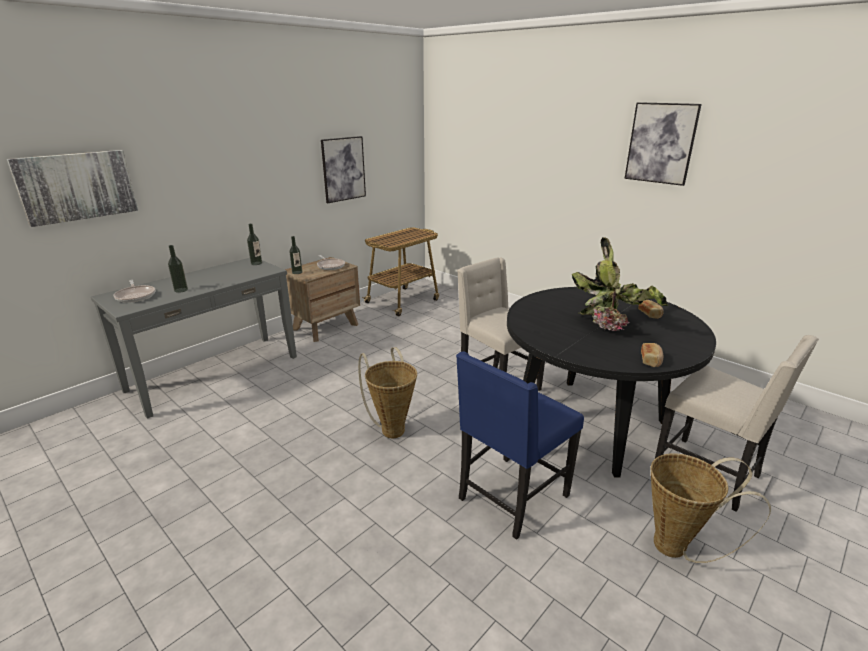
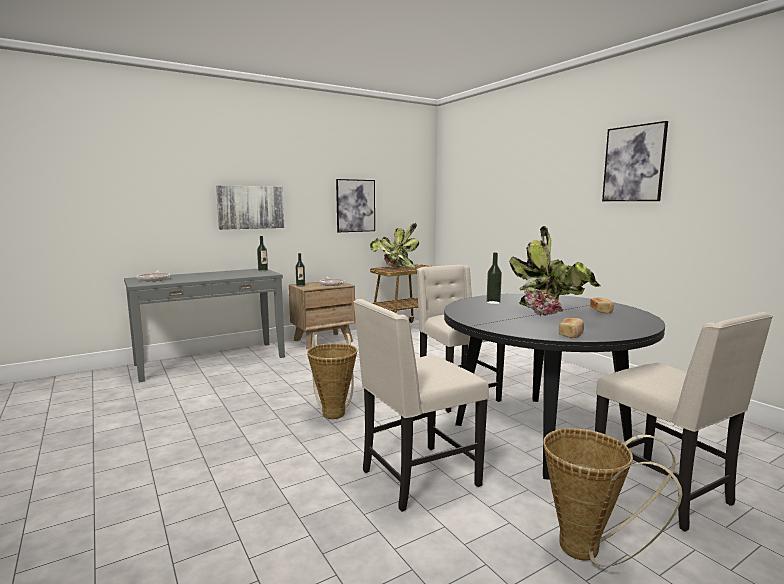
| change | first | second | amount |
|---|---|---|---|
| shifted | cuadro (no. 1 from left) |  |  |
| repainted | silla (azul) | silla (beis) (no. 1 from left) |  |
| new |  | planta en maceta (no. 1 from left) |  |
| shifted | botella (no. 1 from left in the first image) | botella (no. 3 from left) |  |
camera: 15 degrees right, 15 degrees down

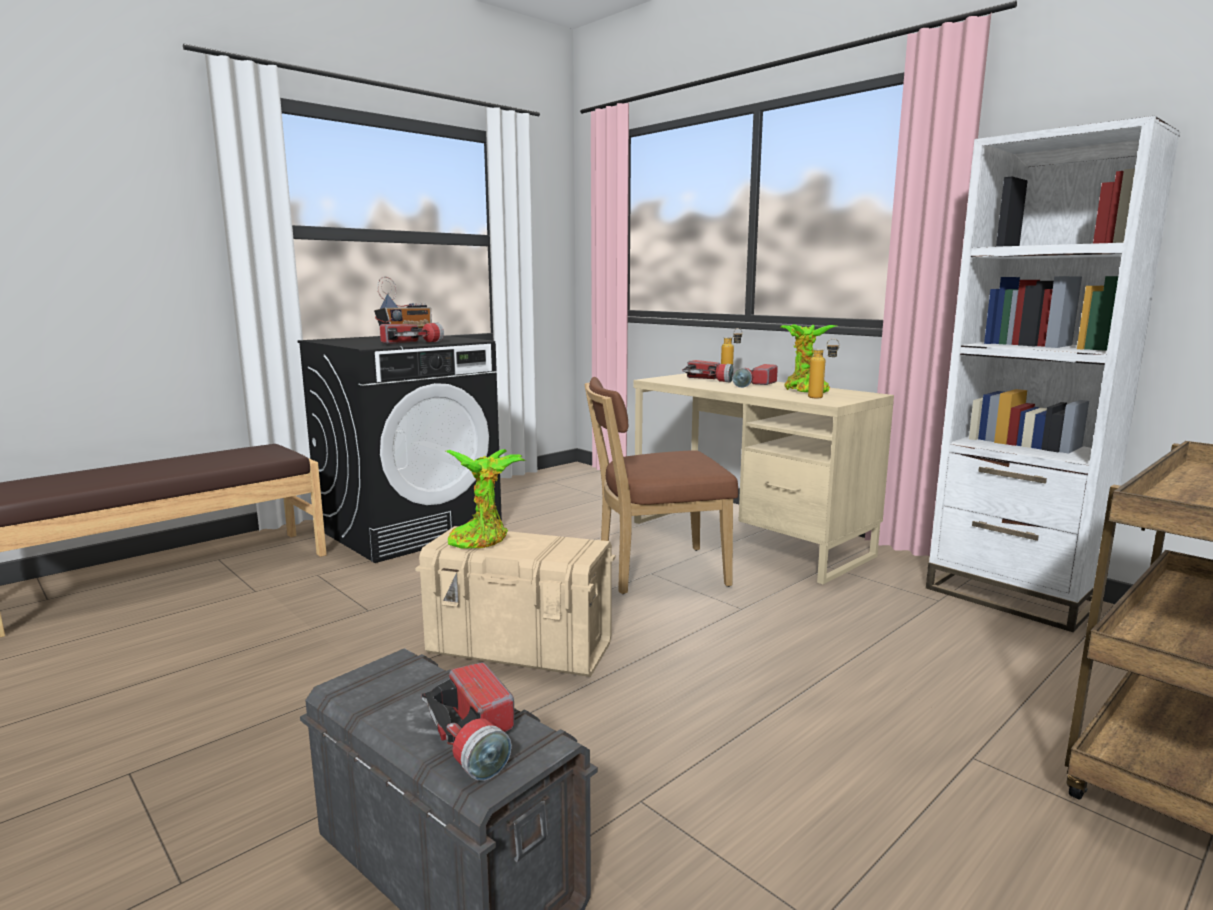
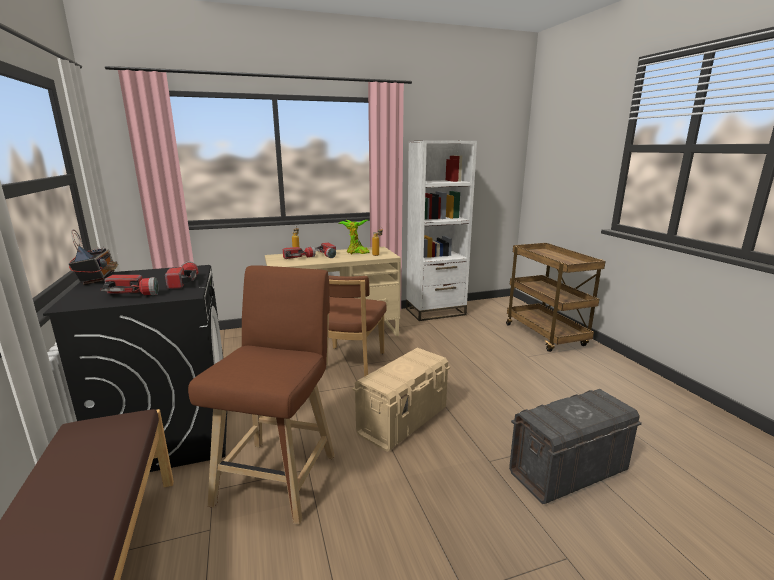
| change | first | second | amount |
|---|---|---|---|
| shifted | linterna (no. 2 from left in the first image) | linterna (no. 1 from left) |  |
| new |  | taburete (marrón) |  |
| gone | planta en maceta (no. 1 from left) |  |  |
camera: 65 degrees left, 5 degrees up

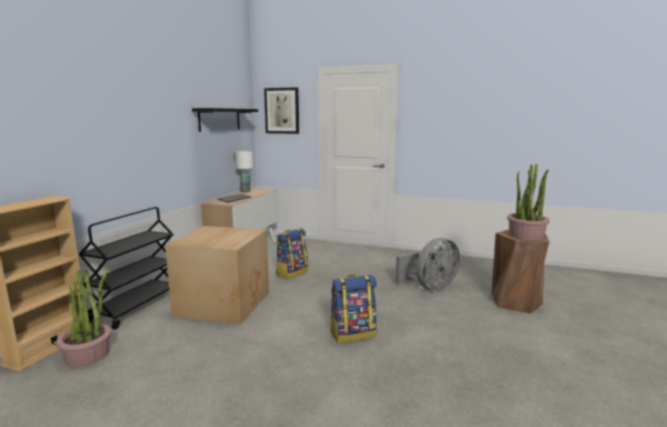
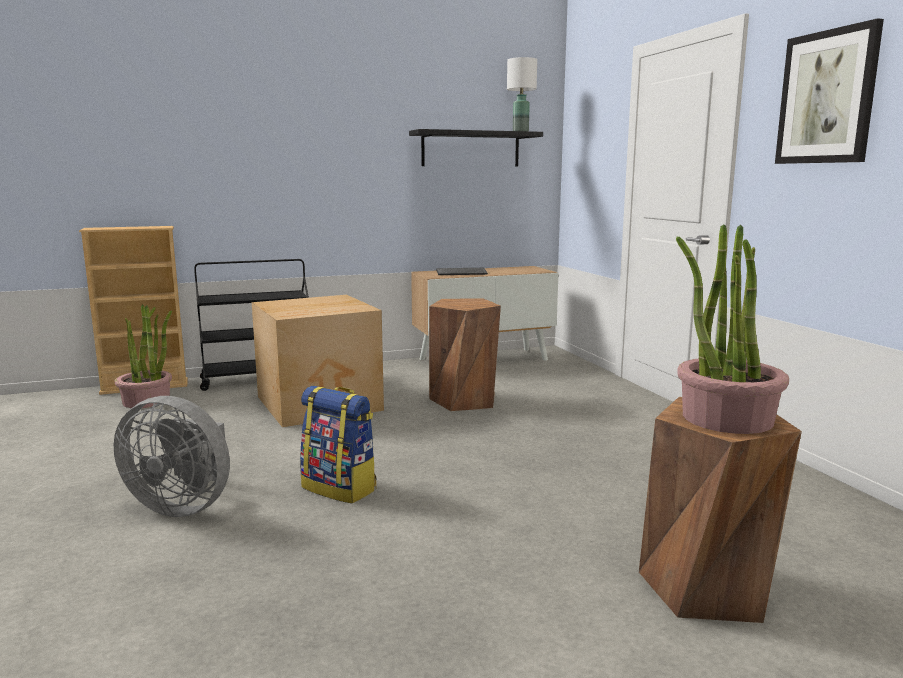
| change | first | second | amount |
|---|---|---|---|
| shifted | ventilador (gris) |  |  |
| swapped | mochila (no. 1 from left) | taburete (marrón) (no. 1 from left) |  |
| shifted | lámpara de mesa (blanco) |  |  |
| shifted | cuadro |  |  |
camera: 50 degrees right, 0 degrees up

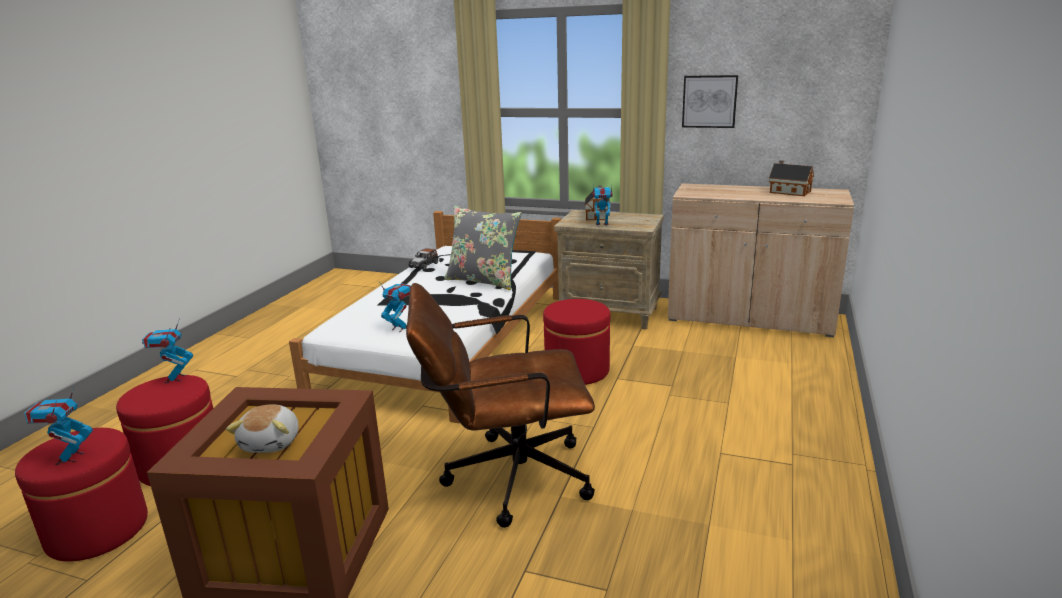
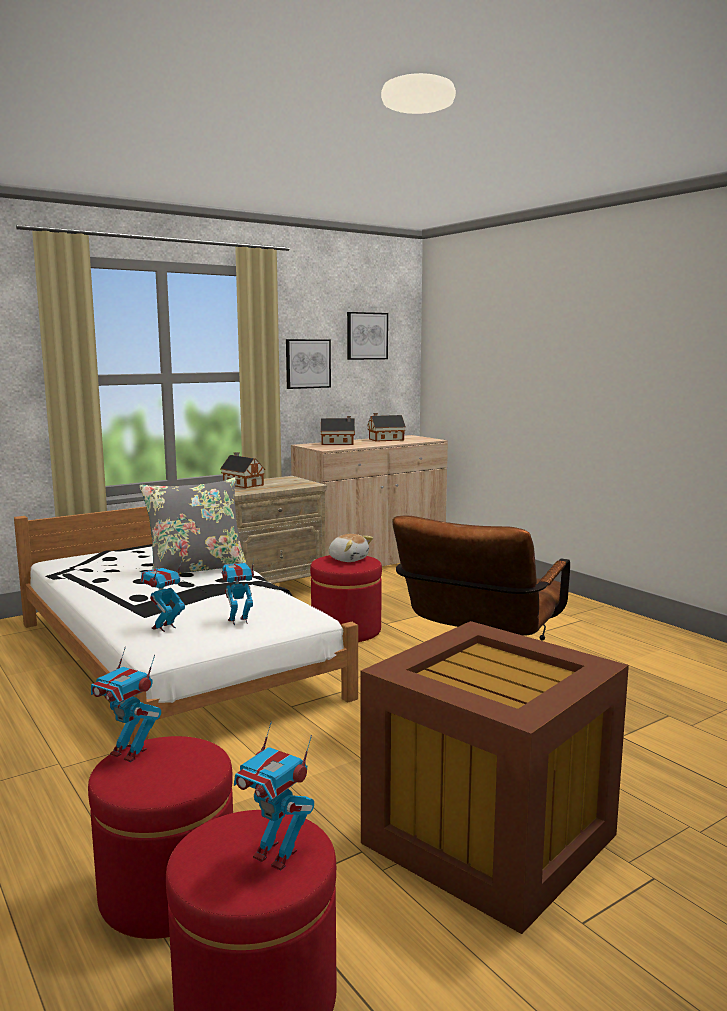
| change | first | second | amount |
|---|---|---|---|
| shifted | robot de juguete (no. 4 from left in the first image) | robot de juguete (no. 2 from left) |  |
| new |  | casita (no. 2 from left) |  |
| shifted | peluche |  |  |
| new |  | cuadro (no. 2 from left) |  |
| gone | coche de juguete |  |  |
camera: 55 degrees left, 10 degrees down

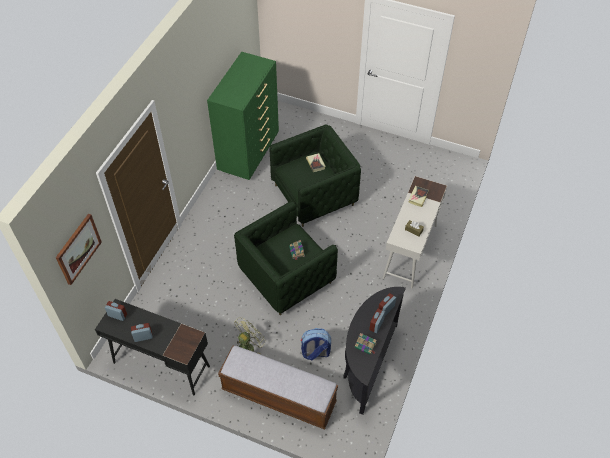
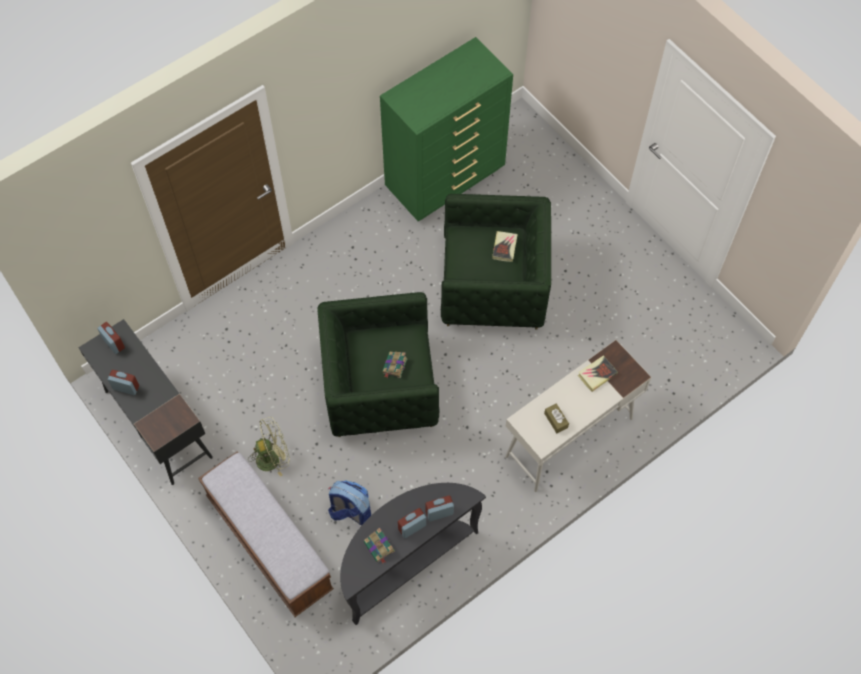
| change | first | second | amount |
|---|---|---|---|
| gone | cuadro |  |  |
camera: 30 degrees right, 10 degrees up

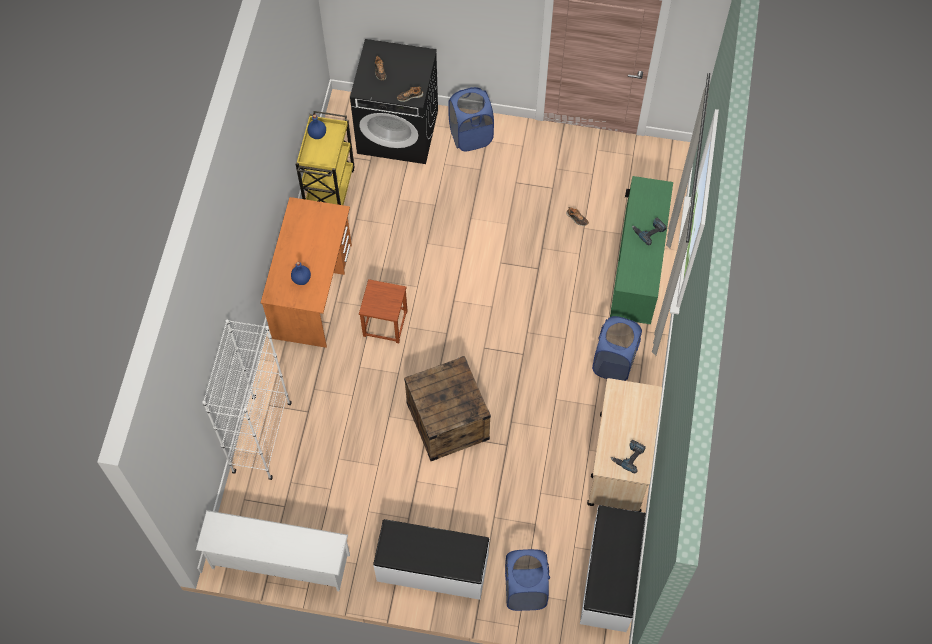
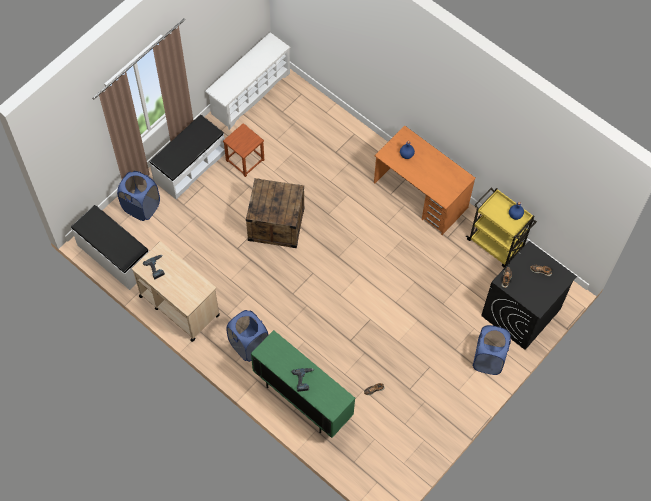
| change | first | second | amount |
|---|---|---|---|
| shifted | taburete (marrón) |  |  |
| gone | estantería (blanco) |  |  |
camera: 120 degrees right, 0 degrees up

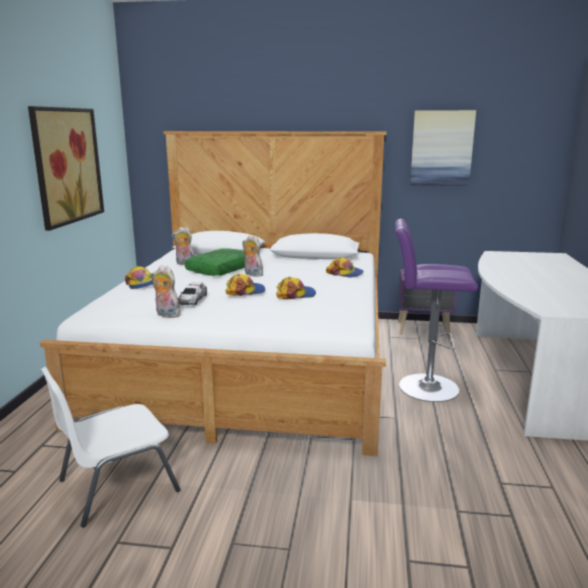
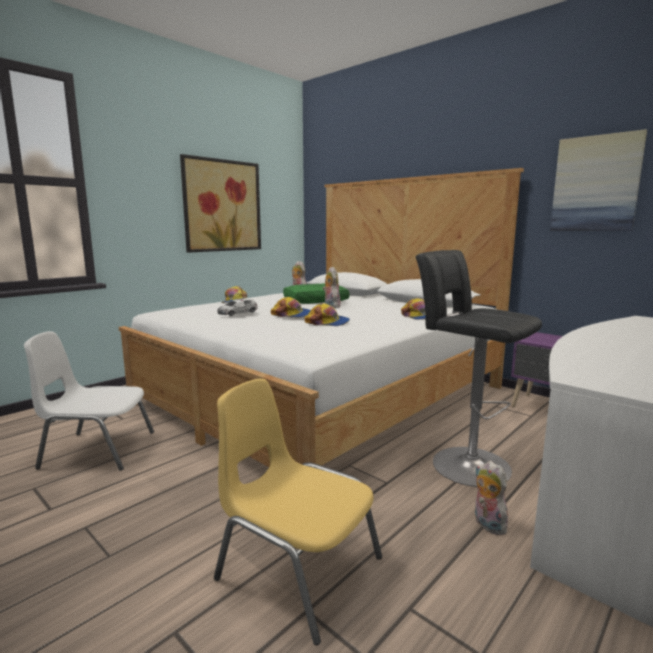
| change | first | second | amount |
|---|---|---|---|
| new |  | silla (amarillo) |  |
| repainted | taburete (morado) | taburete (negro) |  |
| shifted | peluche (no. 1 from left in the first image) | peluche (no. 3 from left) |  |
camera: 35 degrees right, 5 degrees down

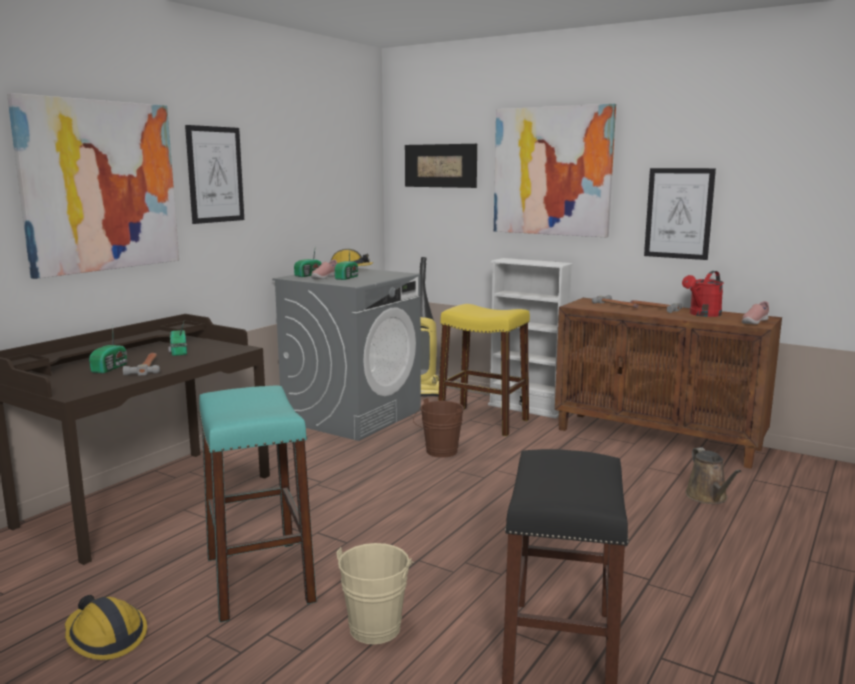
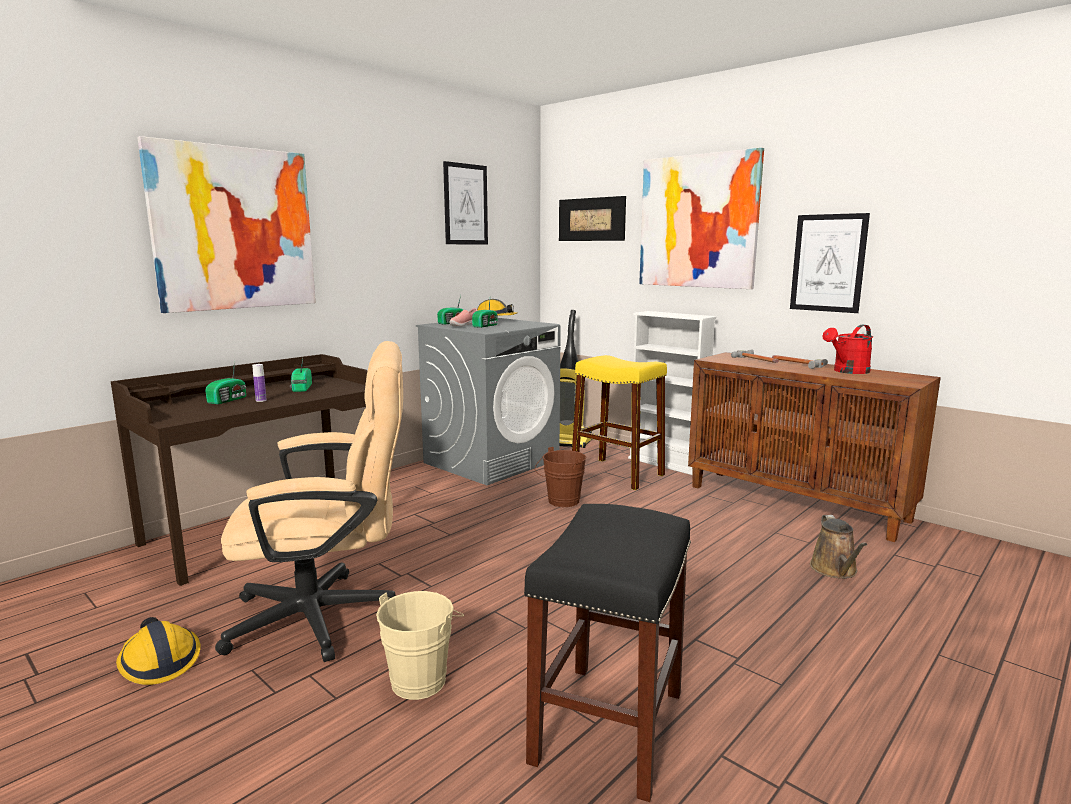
| change | first | second | amount |
|---|---|---|---|
| swapped | taburete (turquesa) | silla de oficina (beis) |  |
| swapped | martillo (no. 1 from left) | botella |  |
| shifted | cuadro (no. 2 from left) |  |  |
| gone | zapato (rosa) (no. 2 from left) |  |  |
camera: 10 degrees right, 0 degrees up

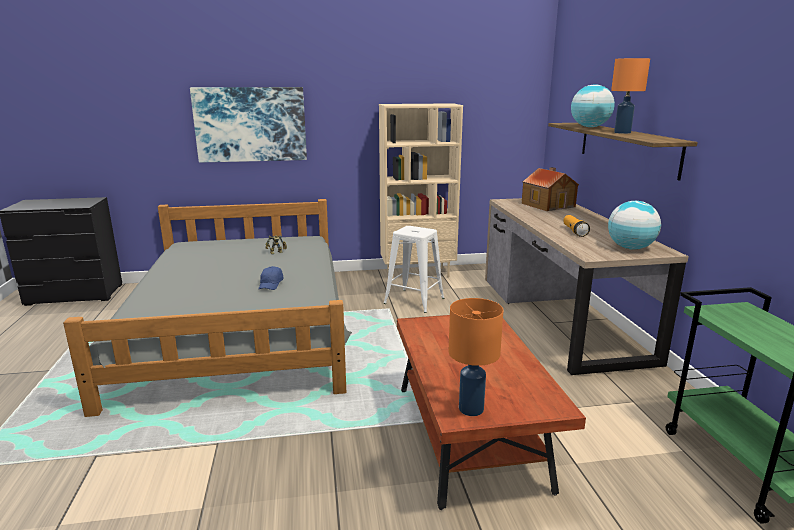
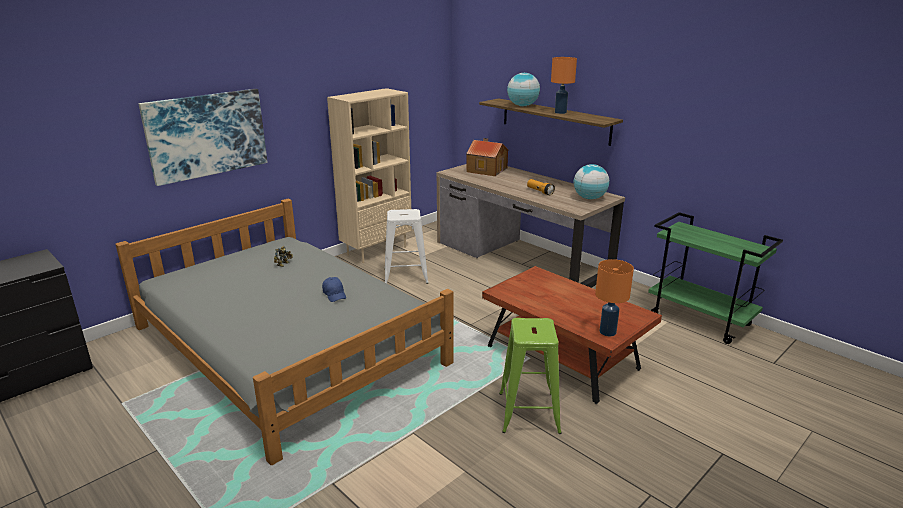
| change | first | second | amount |
|---|---|---|---|
| new |  | taburete (verde) |  |
camera: 35 degrees left, 5 degrees up

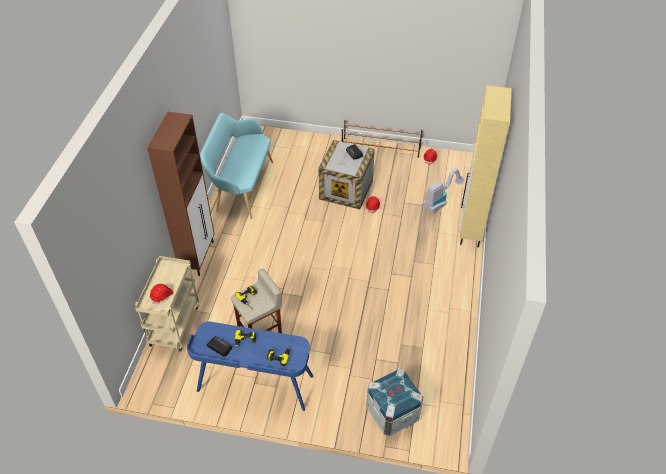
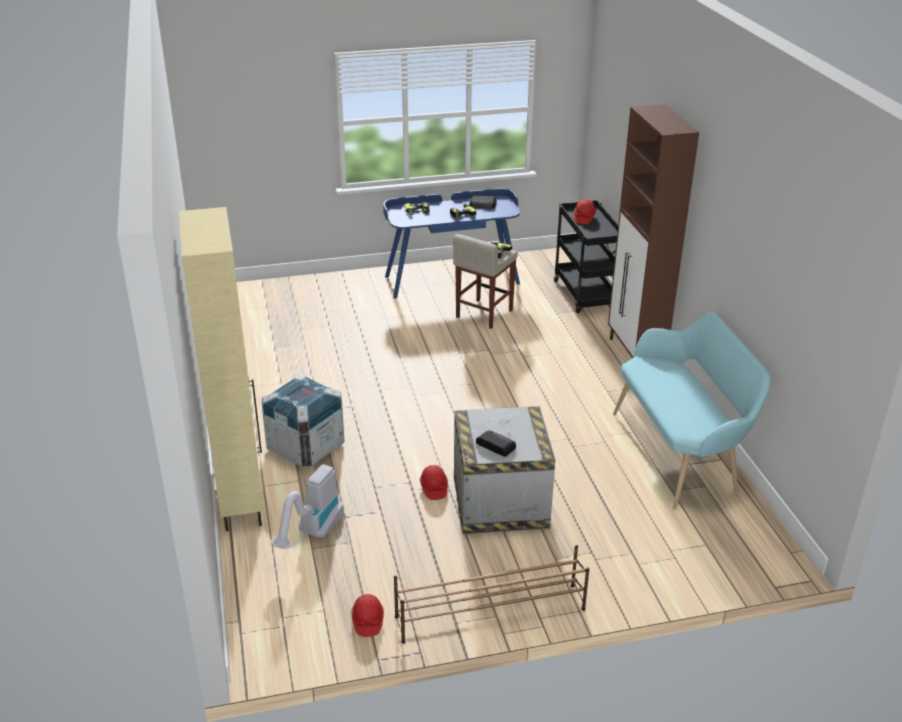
| change | first | second | amount |
|---|---|---|---|
| shifted | caja de embalaje (no. 2 from left in the first image) | caja de embalaje (no. 1 from left) |  |
| repainted | carrito (beis) | carrito (negro) |  |
camera: 155 degrees right, 15 degrees down

